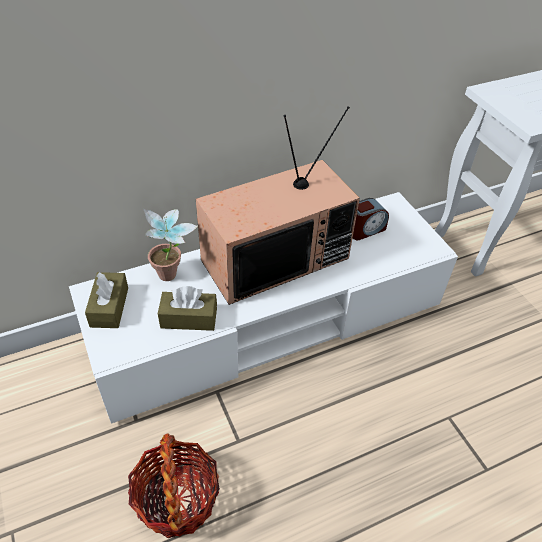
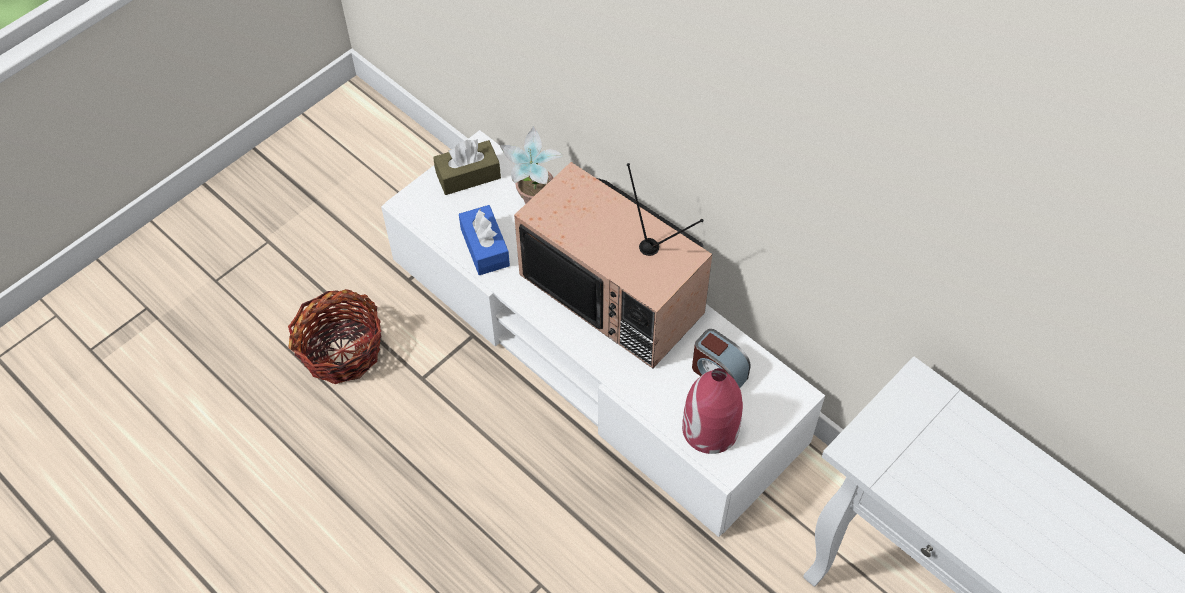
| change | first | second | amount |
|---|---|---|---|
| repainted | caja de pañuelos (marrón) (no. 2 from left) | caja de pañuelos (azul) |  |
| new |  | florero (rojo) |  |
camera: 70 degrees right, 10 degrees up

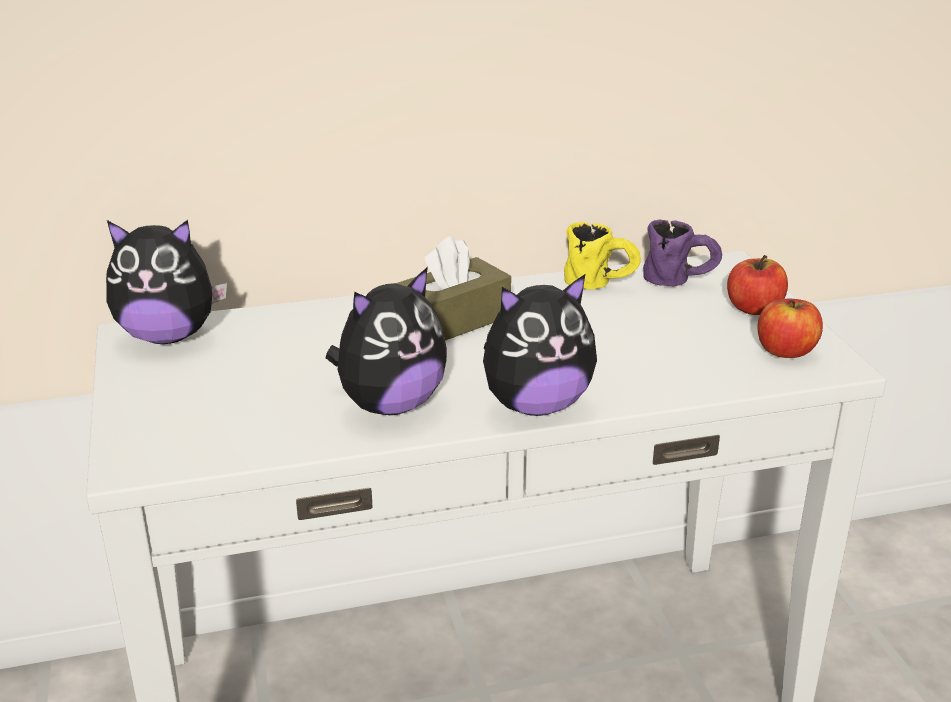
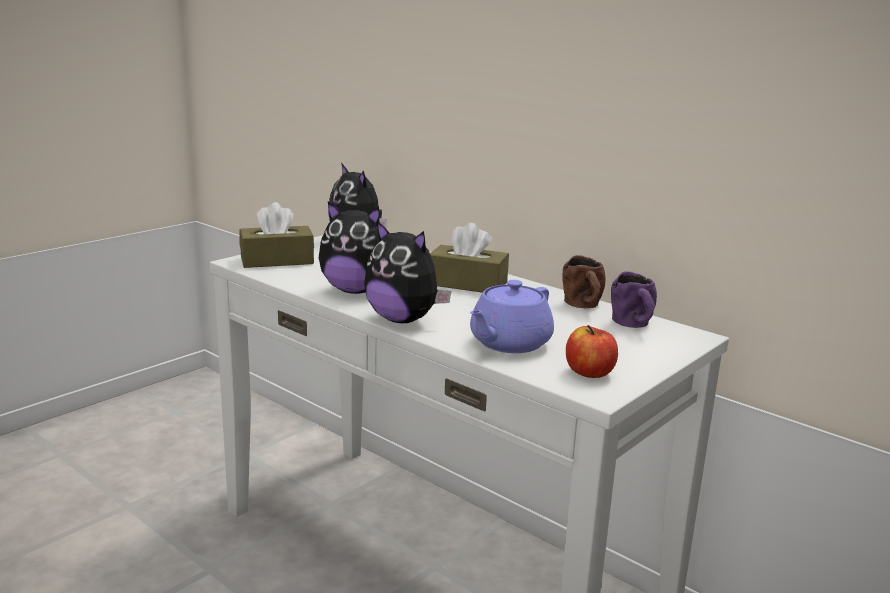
| change | first | second | amount |
|---|---|---|---|
| new |  | caja de pañuelos (marrón) (no. 1 from left) |  |
| new |  | tetera (morado) |  |
| repainted | taza grande (amarillo) | taza grande (marrón) |  |
| gone | manzana (no. 1 from left) |  |  |
camera: 55 degrees right, 10 degrees down

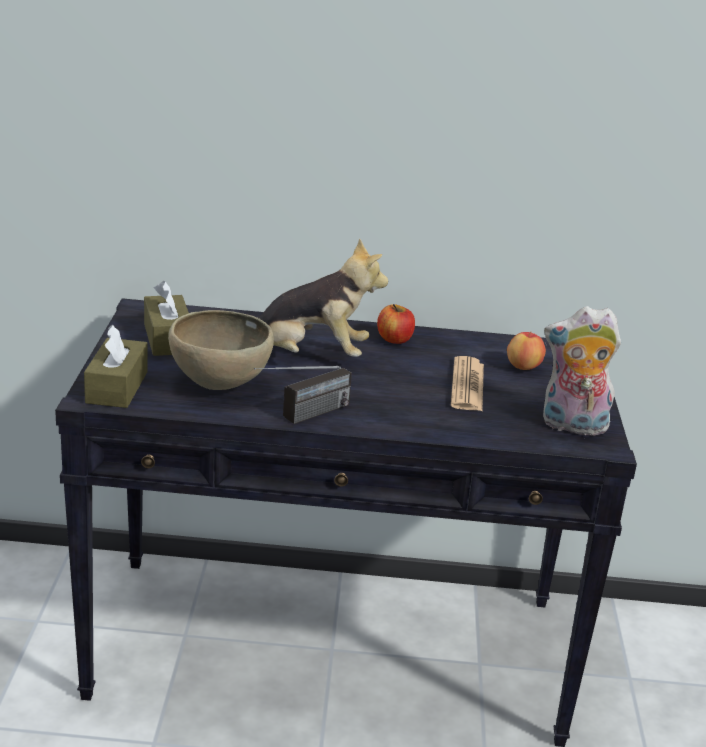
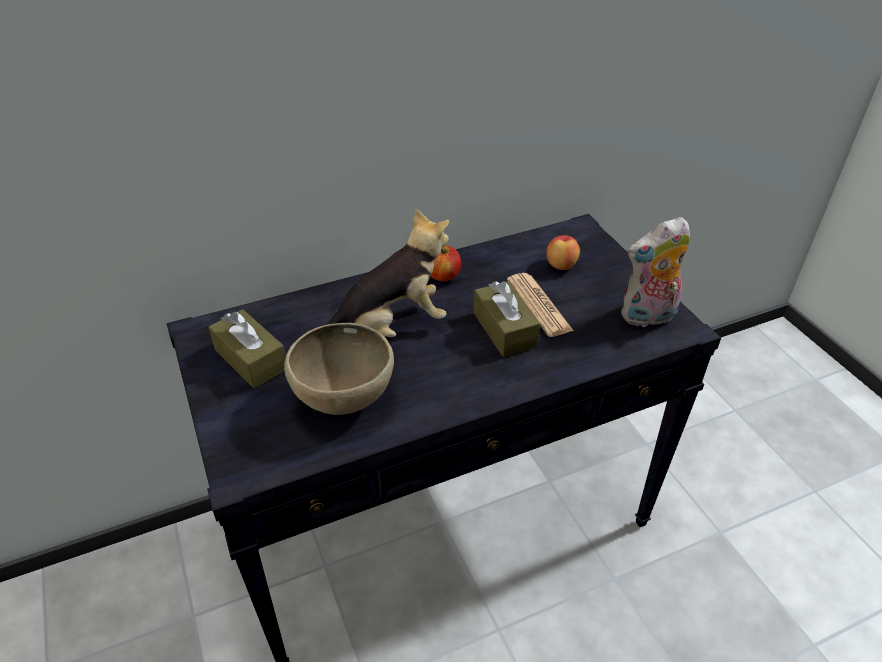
| change | first | second | amount |
|---|---|---|---|
| shifted | caja de pañuelos (marrón) (no. 1 from left in the first image) | caja de pañuelos (marrón) (no. 2 from left) |  |
| gone | radio |  |  |
camera: 25 degrees left, 15 degrees up

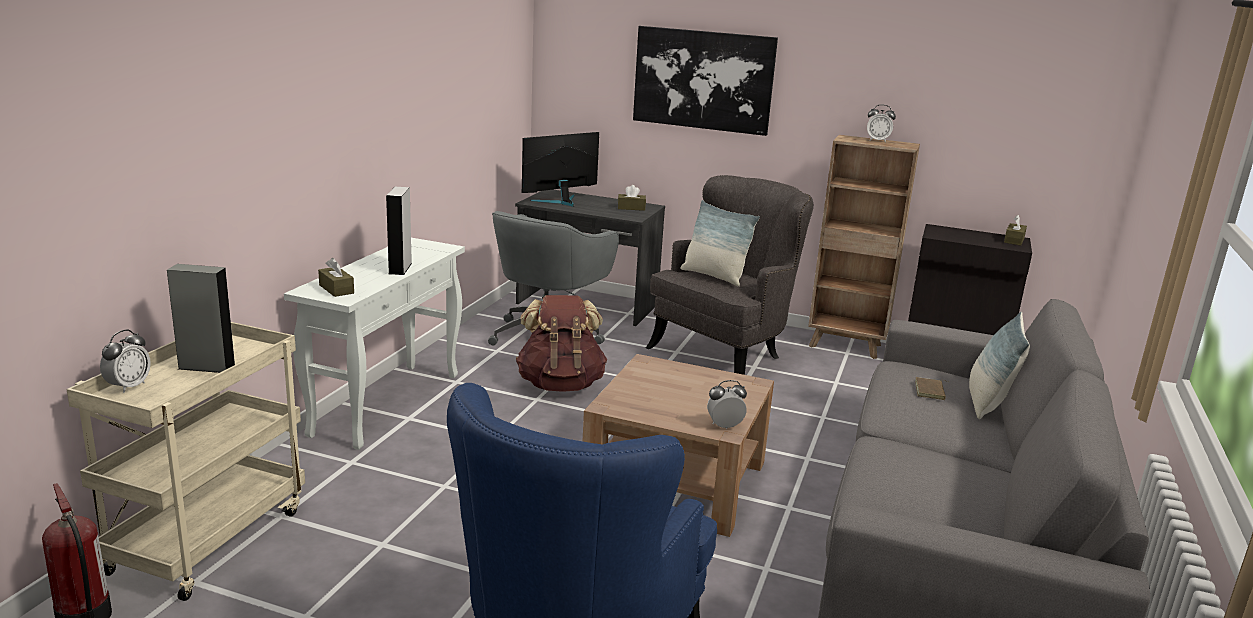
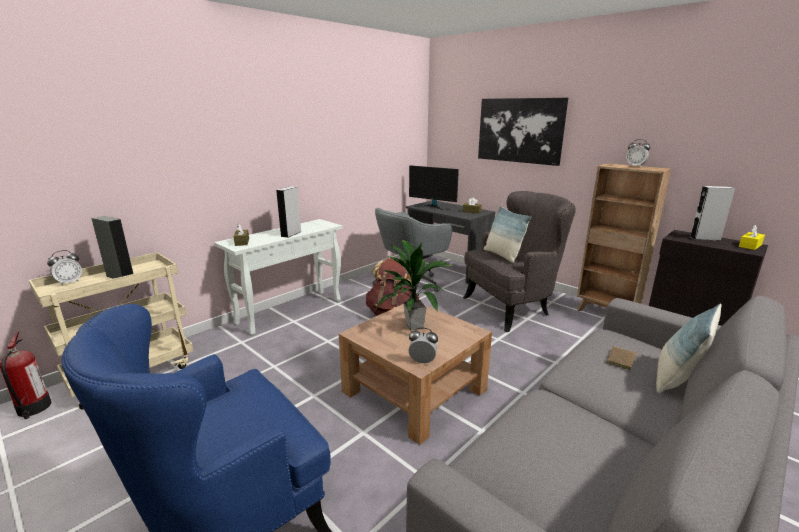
| change | first | second | amount |
|---|---|---|---|
| new |  | planta en maceta |  |
| rotated | monitor |  | 135 degrees counterclockwise |
| new |  | altavoz (gris) (no. 3 from left) |  |
| repainted | caja de pañuelos (marrón) (no. 3 from left) | caja de pañuelos (amarillo) |  |
camera: 25 degrees right, 0 degrees up

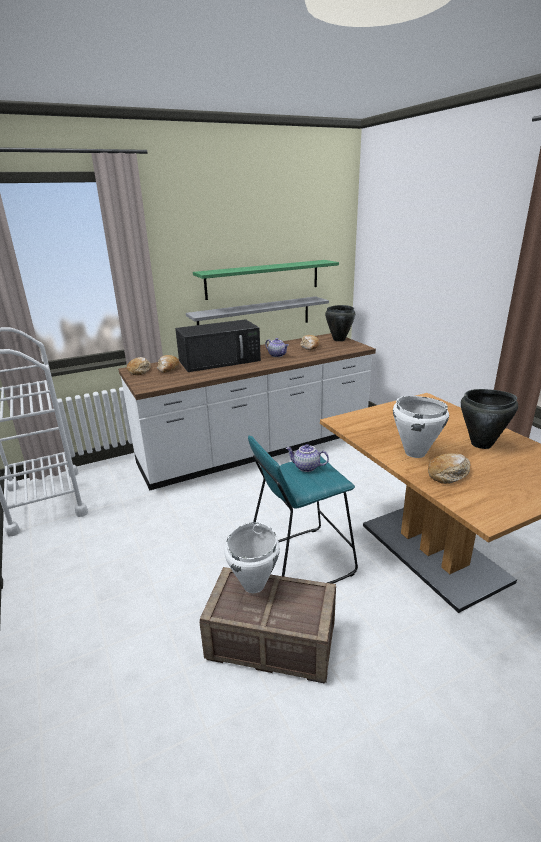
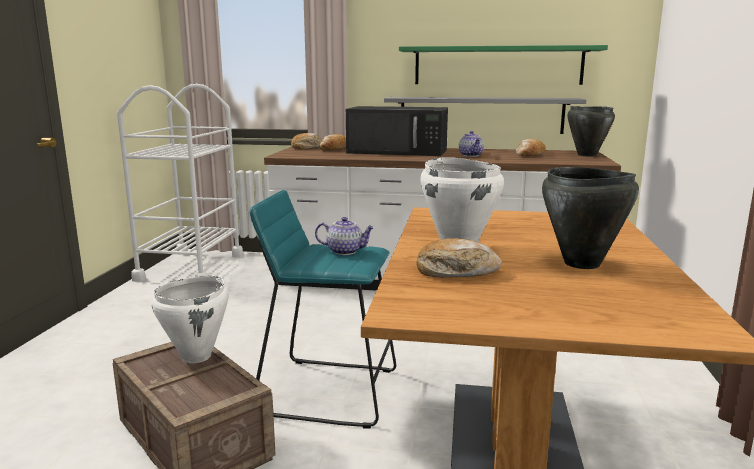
| change | first | second | amount |
|---|---|---|---|
| rotated | tetera (no. 2 from left in the first image) | tetera (no. 1 from left) | 135 degrees clockwise |
camera: 35 degrees right, 10 degrees down

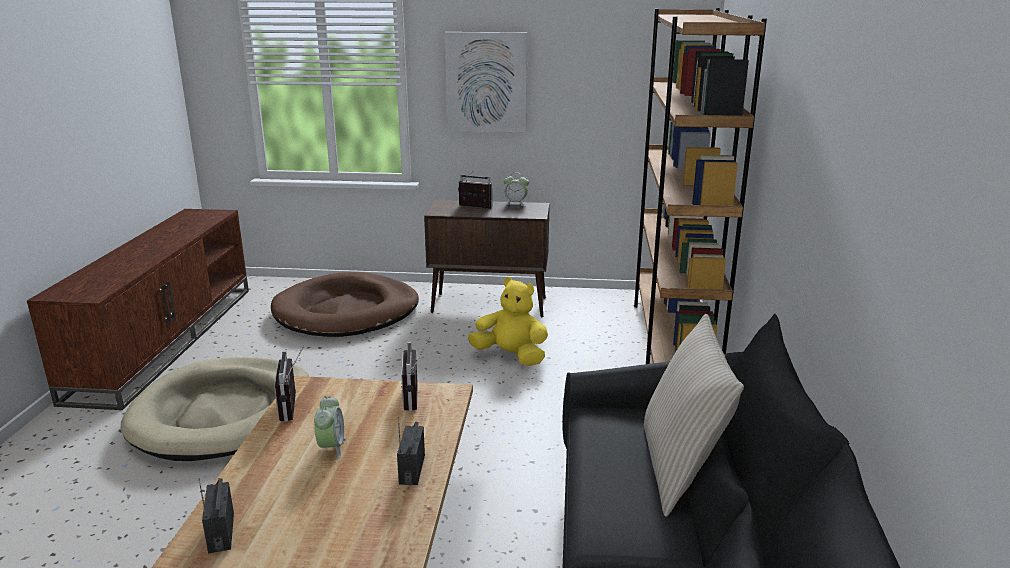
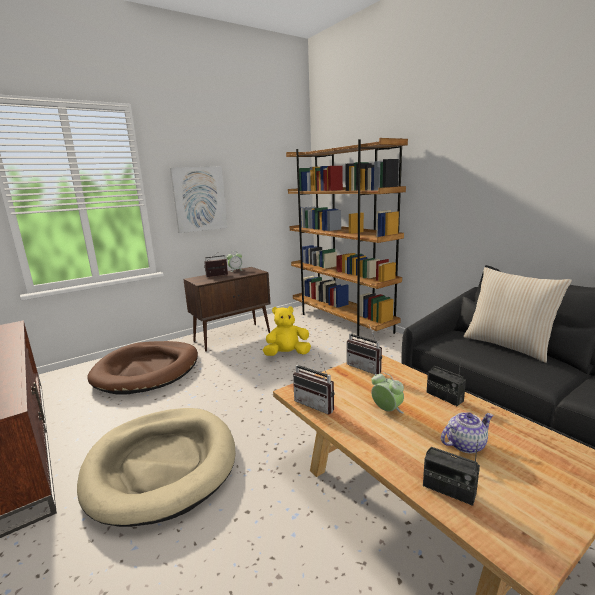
| change | first | second | amount |
|---|---|---|---|
| new |  | tetera |  |
camera: 40 degrees left, 5 degrees down

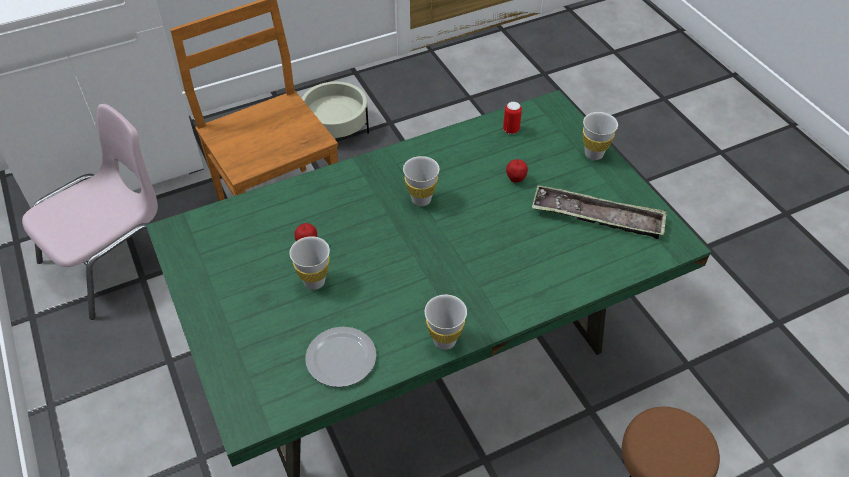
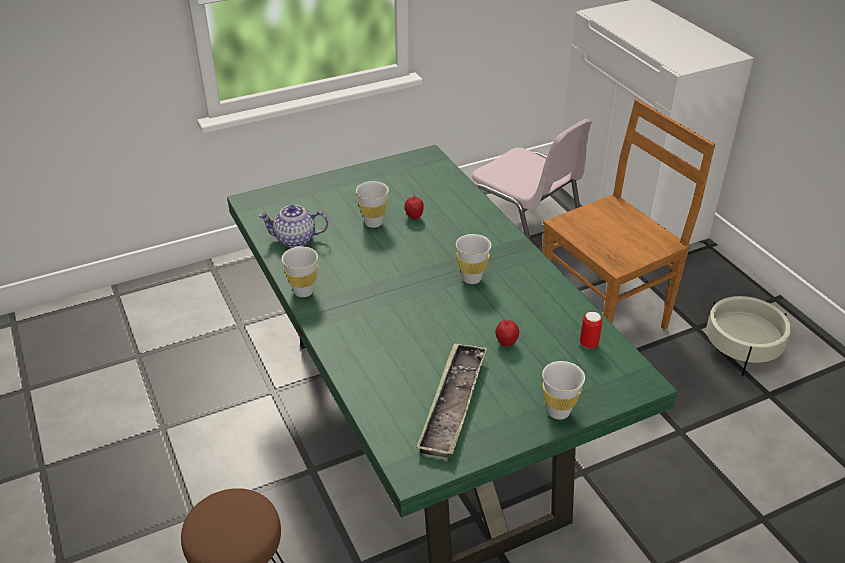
| change | first | second | amount |
|---|---|---|---|
| swapped | plato | tetera |  |
camera: 90 degrees right, 10 degrees down

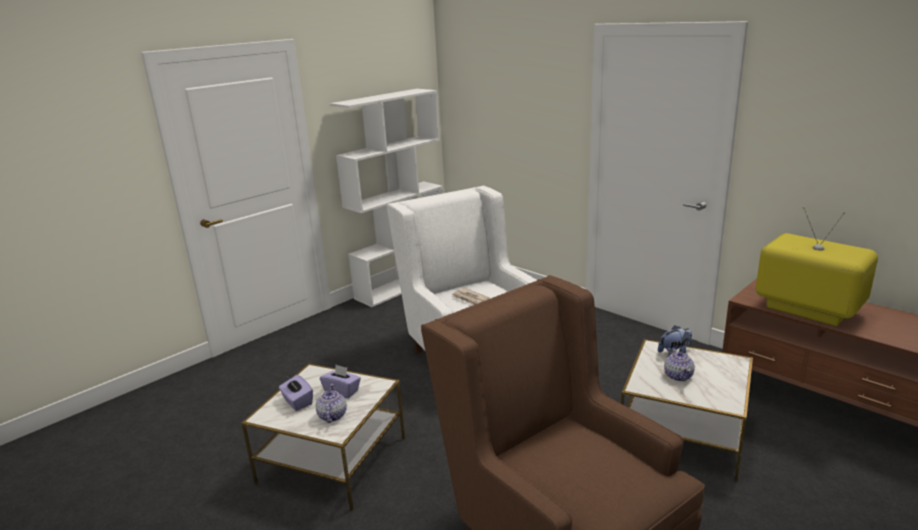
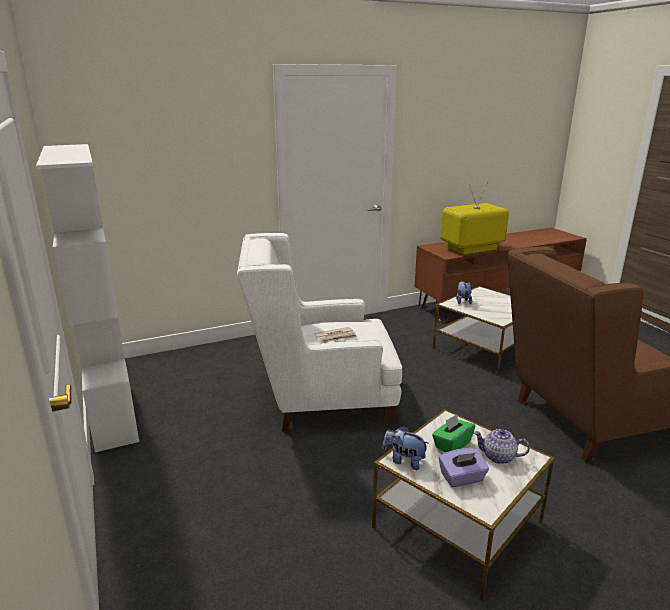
| change | first | second | amount |
|---|---|---|---|
| new |  | peluche (no. 1 from left) |  |
| repainted | caja de pañuelos (morado) (no. 2 from left) | caja de pañuelos (verde) |  |
| gone | tetera (no. 2 from left) |  |  |
camera: 70 degrees left, 0 degrees up

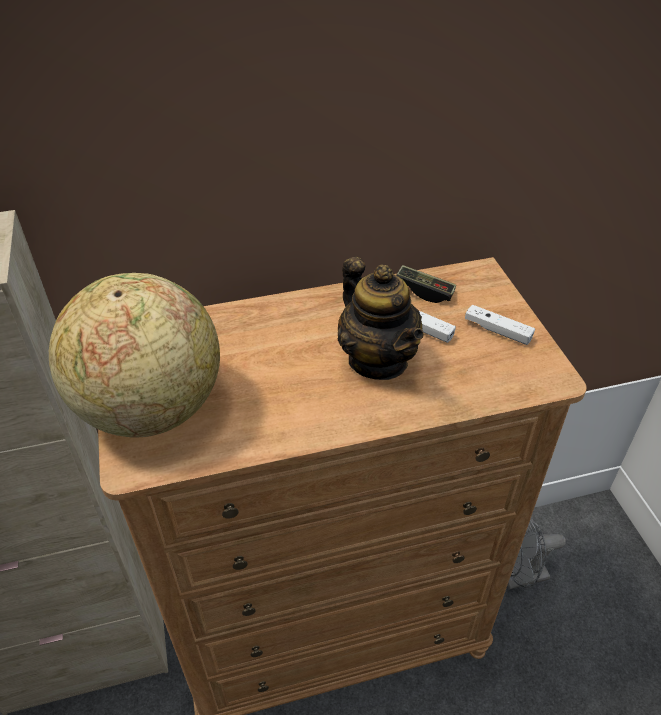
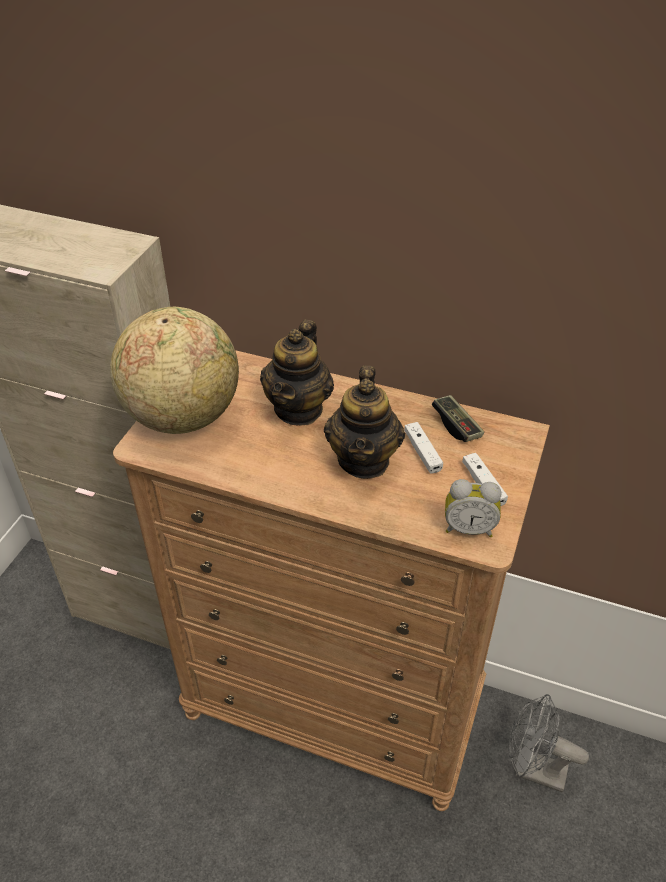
| change | first | second | amount |
|---|---|---|---|
| new |  | tetera (no. 1 from left) |  |
| new |  | despertador |  |
camera: 35 degrees right, 0 degrees up

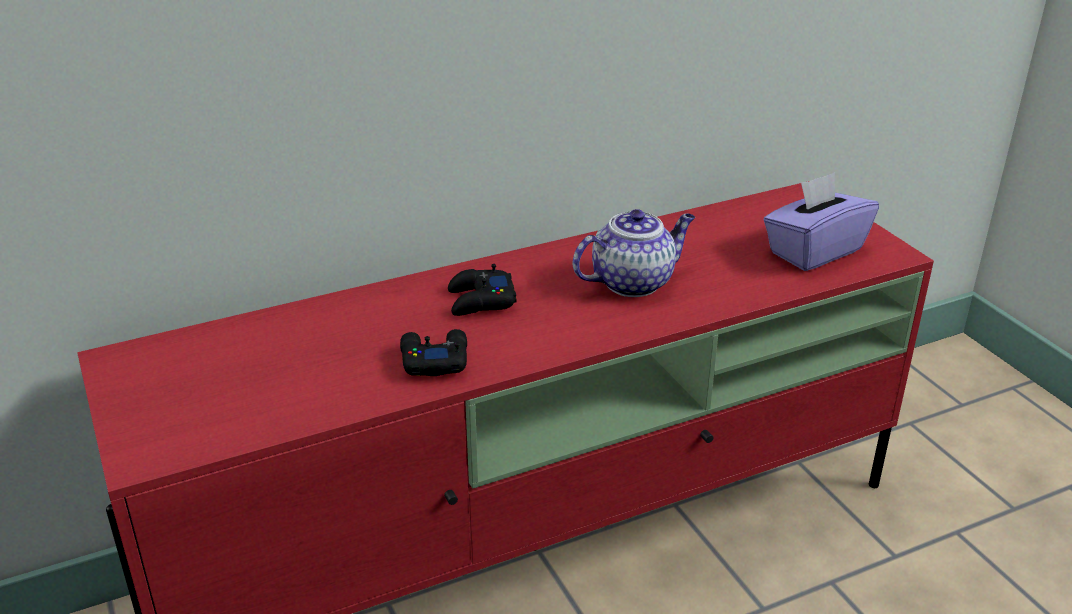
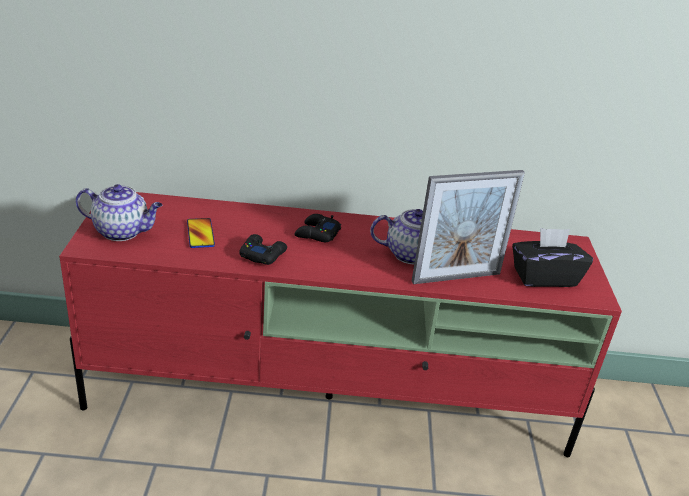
| change | first | second | amount |
|---|---|---|---|
| new |  | tetera (no. 1 from left) |  |
| new |  | móvil |  |
| new |  | portarretratos |  |
| repainted | caja de pañuelos (morado) | caja de pañuelos (negro) |  |
camera: 25 degrees right, 0 degrees up

